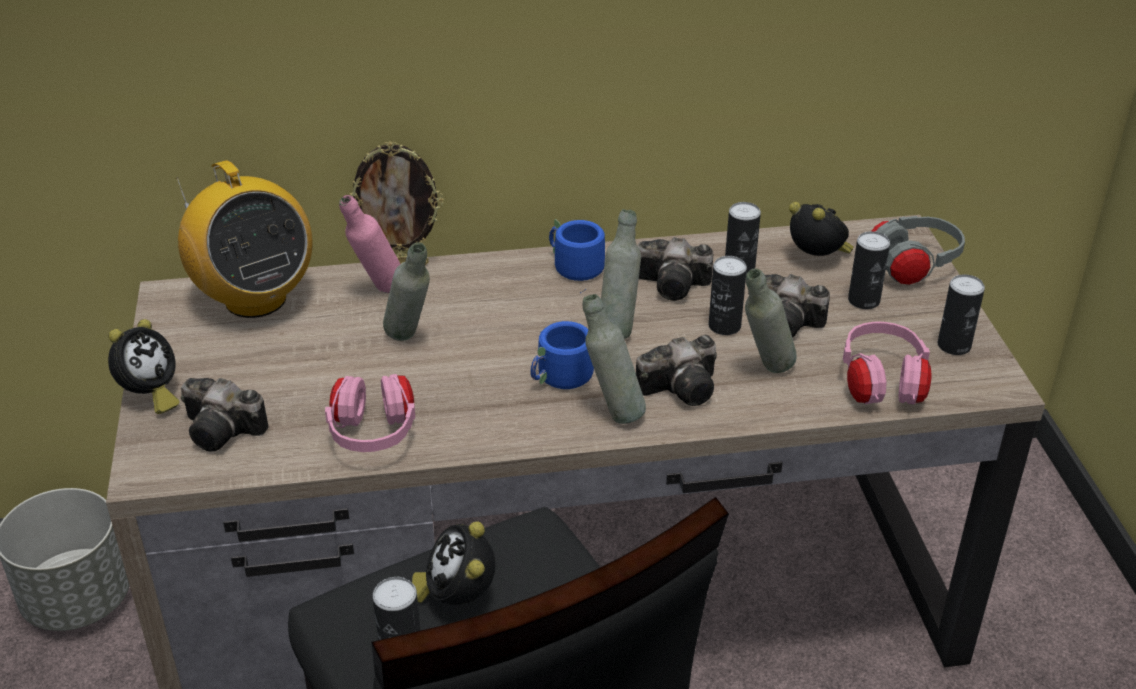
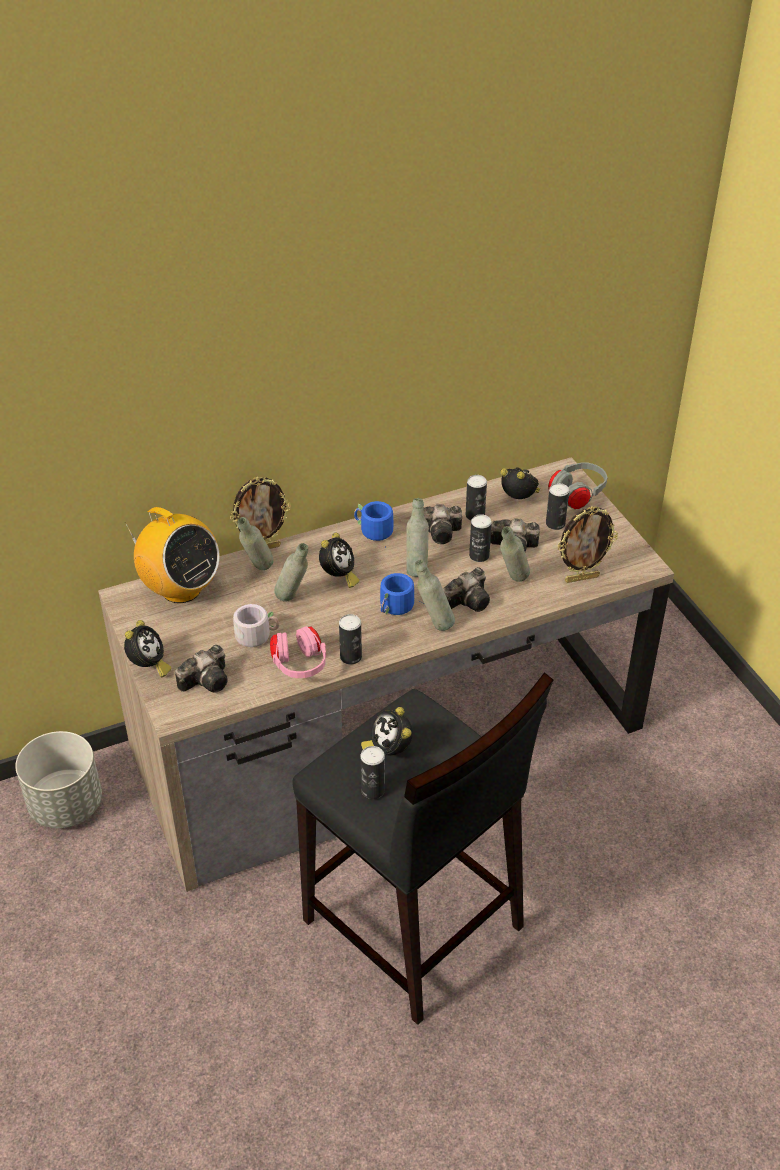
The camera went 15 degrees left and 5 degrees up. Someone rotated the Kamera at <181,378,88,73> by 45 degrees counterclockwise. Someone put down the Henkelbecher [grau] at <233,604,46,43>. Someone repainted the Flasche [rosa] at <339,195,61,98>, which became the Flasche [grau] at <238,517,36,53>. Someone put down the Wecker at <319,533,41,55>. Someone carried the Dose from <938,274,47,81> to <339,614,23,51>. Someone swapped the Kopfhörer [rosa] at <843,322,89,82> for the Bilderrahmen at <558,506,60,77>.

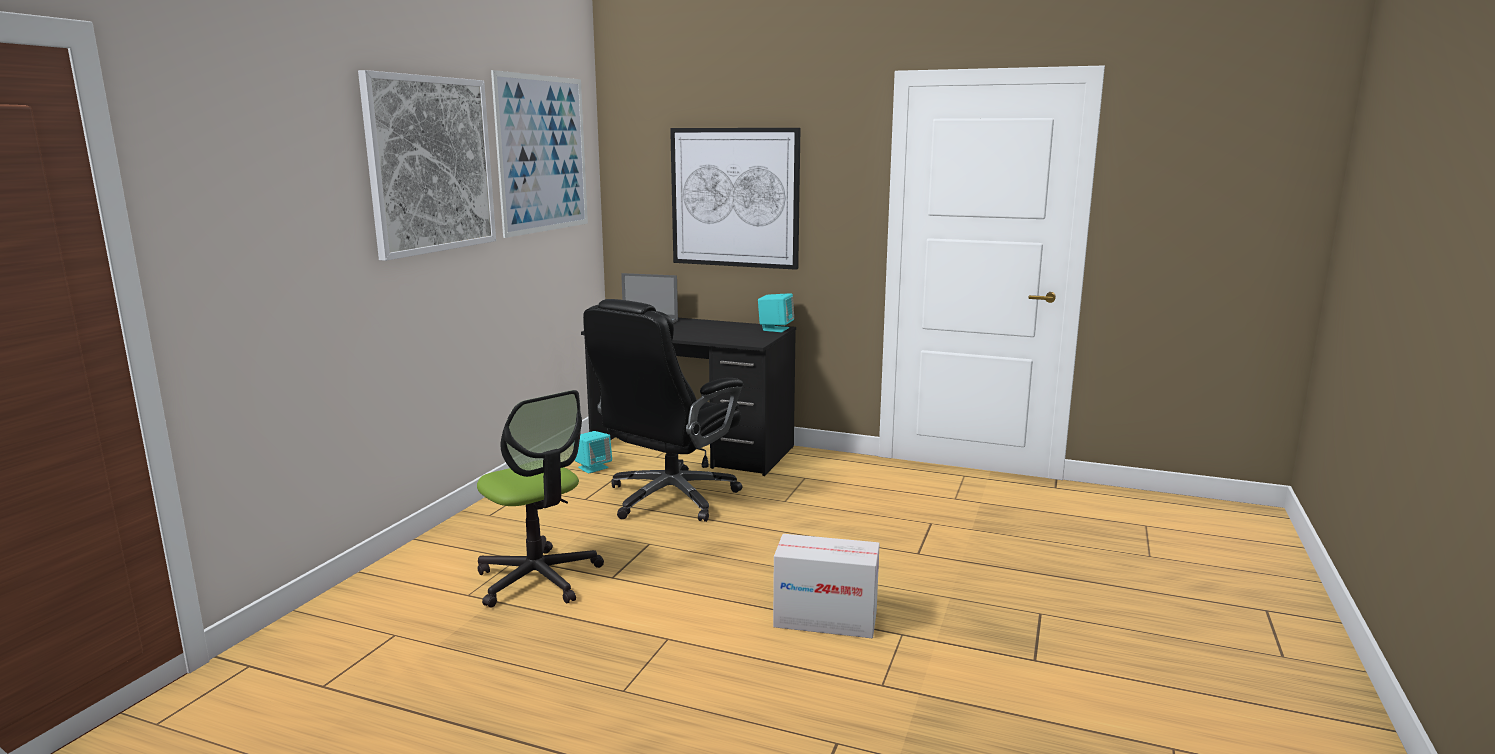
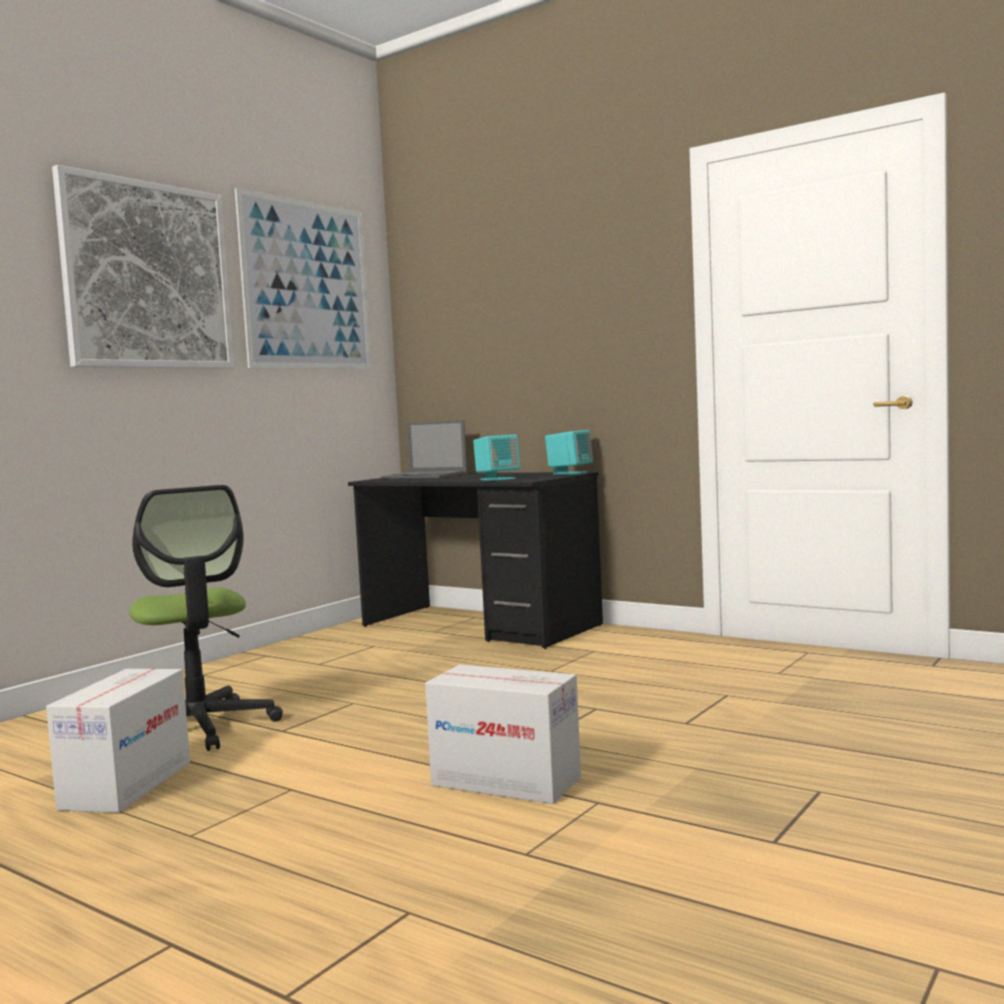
The camera went 15 degrees right and 10 degrees down. Someone put down the Karton at <46,669,144,144>. Someone carried the Lautsprecher [türkis] from <575,431,37,43> to <473,435,47,46>. Someone took away the Bürostuhl [schwarz] at <583,299,160,223>. Someone took away the Bild at <670,128,130,142>.

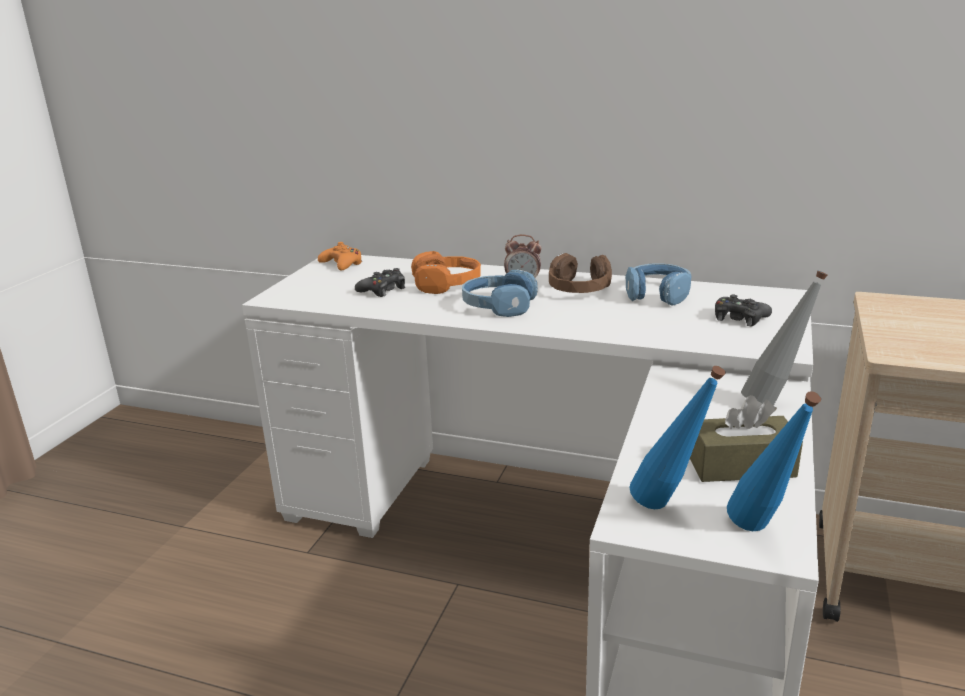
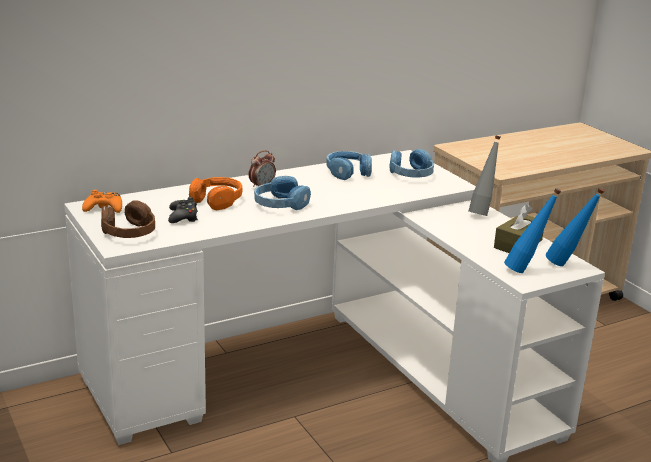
The camera went 50 degrees left and 0 degrees up. Someone carried the Kopfhörer [braun] from <549,253,63,40> to <101,200,54,38>. Someone swapped the Gamepad [schwarz] at <715,295,57,31> for the Kopfhörer [blau] at <389,149,45,29>.

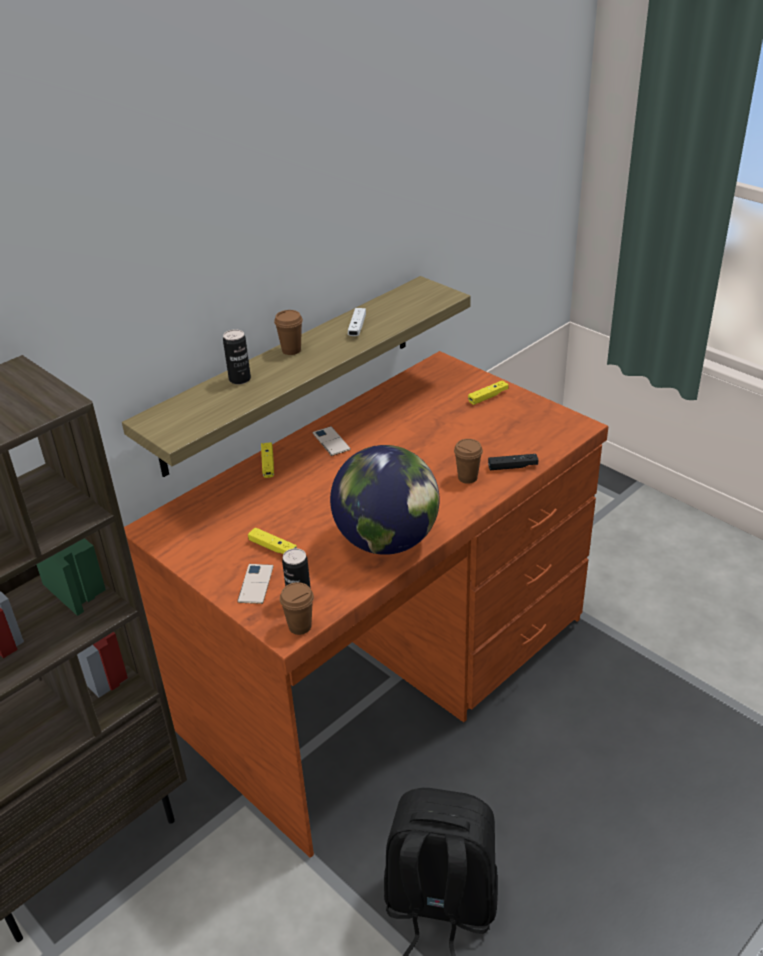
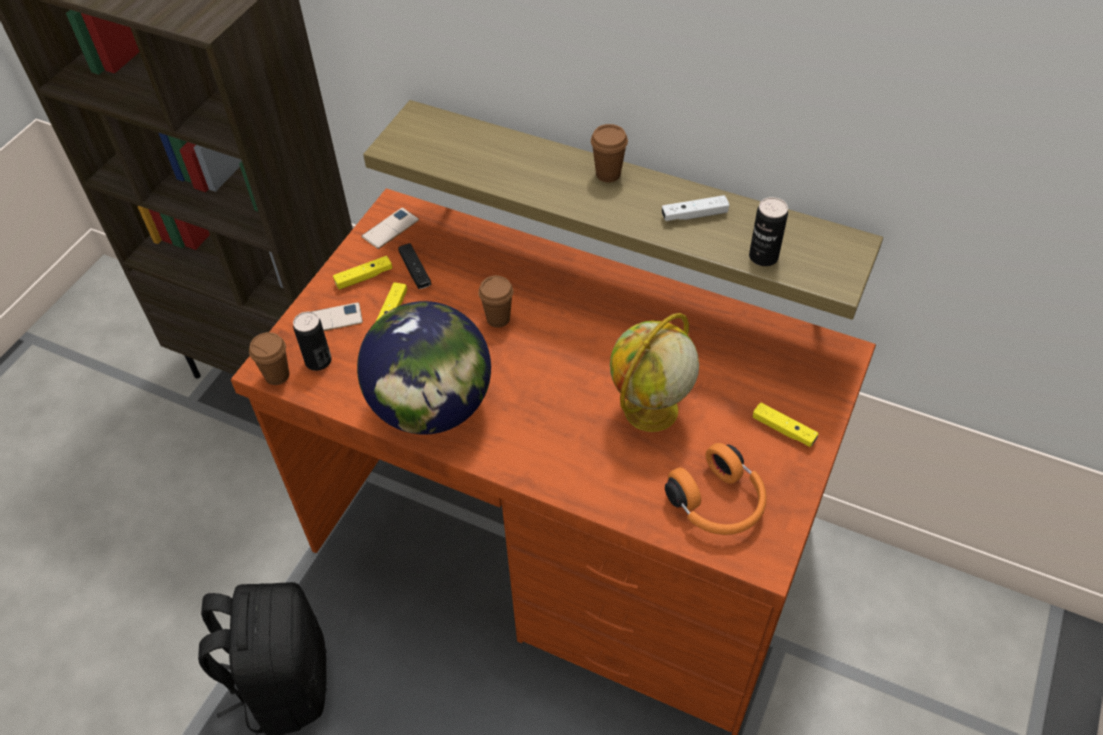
The camera went 70 degrees right and 15 degrees up. Someone carried the Gamepad [gelb] from <261,442,13,36> to <333,256,59,34>. Someone carried the Handy from <312,426,39,30> to <361,208,58,41>. Someone carried the Gamepad [schwarz] from <488,454,50,16> to <398,243,33,46>. Someone carried the Tasse [braun] from <454,439,29,45> to <478,275,36,53>. Someone put down the Globus at <610,313,89,119>. Someone put down the Kopfhörer [orange] at <665,443,102,92>. Someone carried the Dose from <223,329,28,56> to <749,197,39,69>.

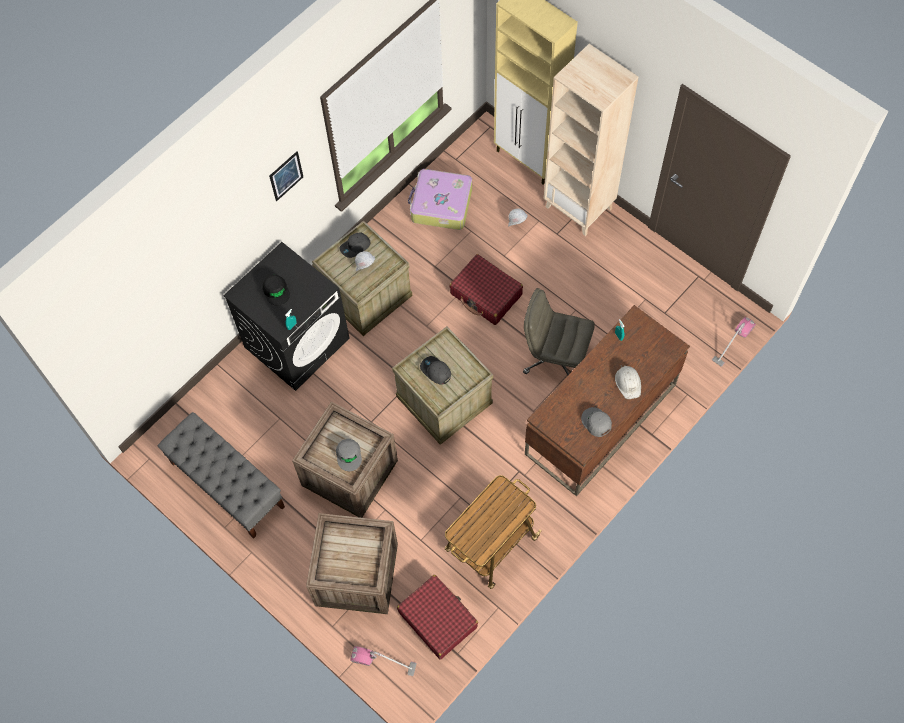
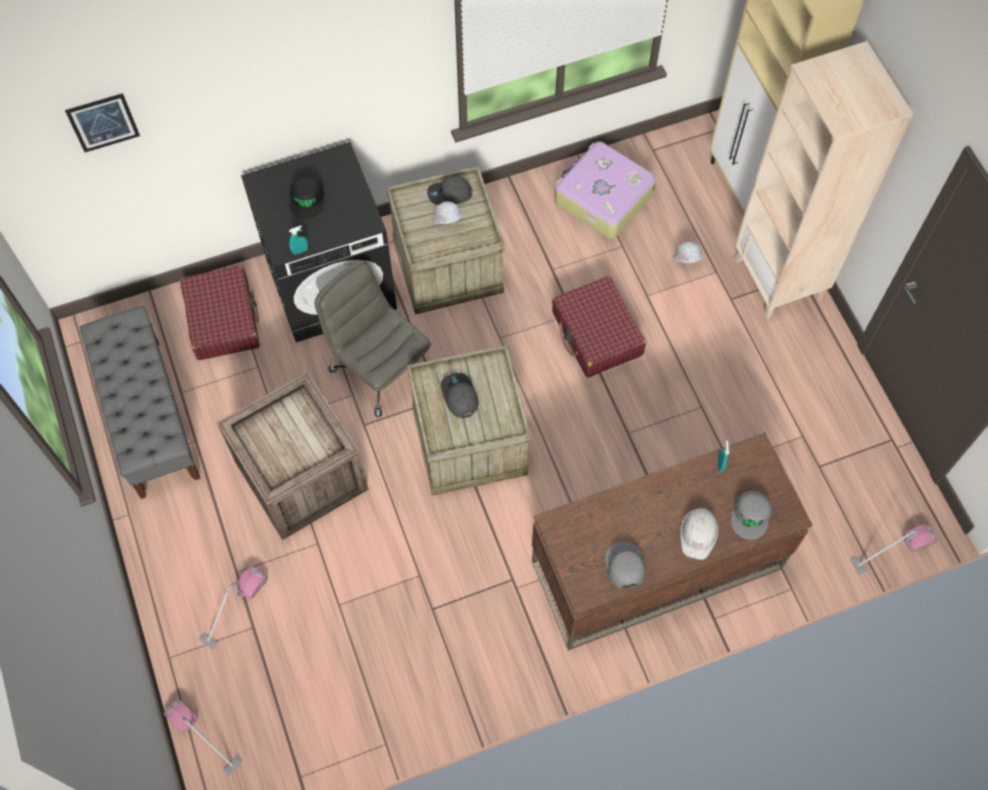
The camera went 25 degrees right and 0 degrees up. Someone carried the Bild from <269,151,34,50> to <65,93,75,59>. Someone carried the Koffer [rot] from <397,575,81,85> to <180,266,80,94>. Someone swapped the Kiste at <306,513,92,101> for the Staubsauger at <199,566,69,83>. Someone carried the Bürostuhl [grau] from <523,288,72,87> to <315,260,116,157>. Someone carried the Kappe [grau] from <336,439,26,32> to <731,491,41,49>. Someone took away the Rollwagen at <445,475,97,114>.

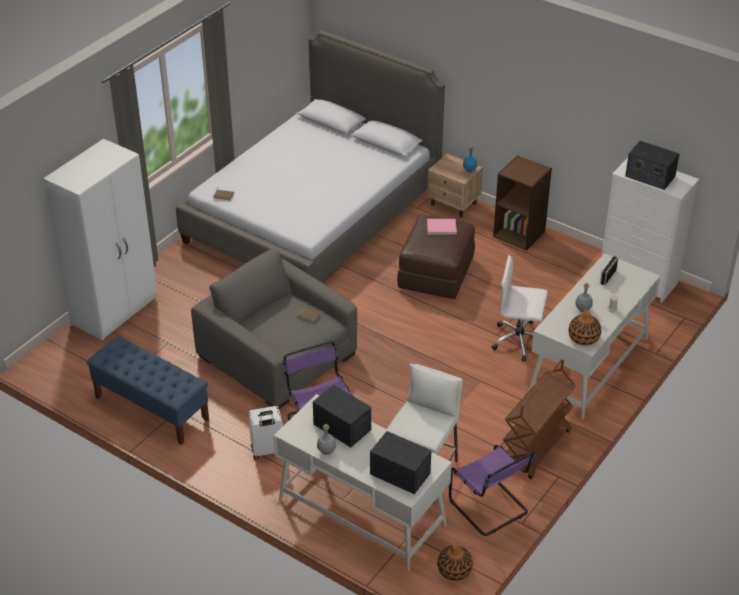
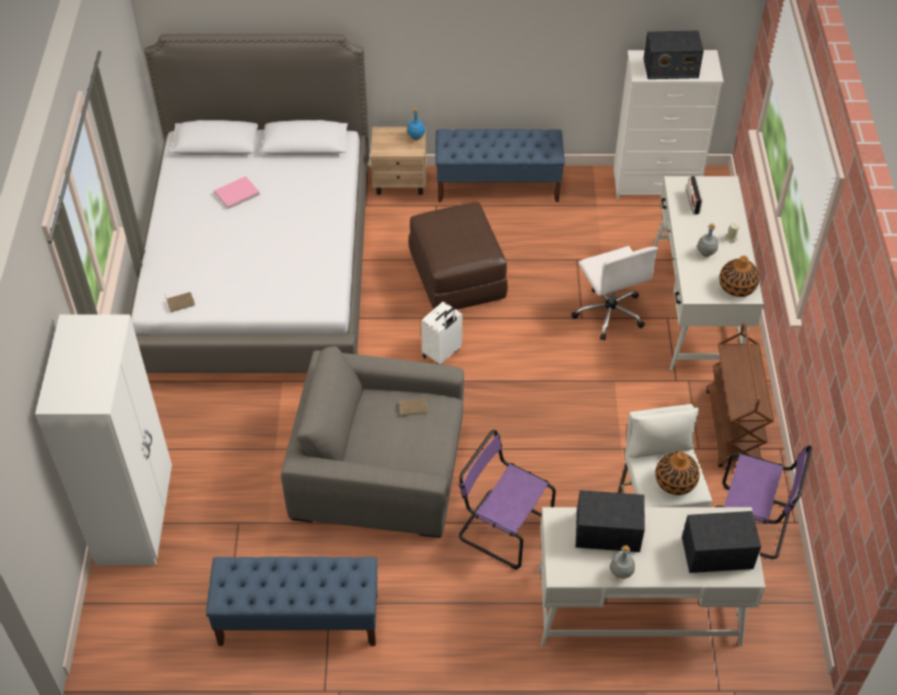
The camera went 35 degrees left and 10 degrees up. Someone carried the Buch [rosa] from <427,219,30,16> to <214,176,46,33>. Someone carried the Koffer [weiß] from <248,406,35,53> to <421,301,41,64>. Someone swapped the Bücherregal [braun] at <493,155,59,96> for the Bank [blau] at <436,129,129,73>. Someone rotated the Bürostuhl [weiß] at <492,255,56,107> by 90 degrees counterclockwise. Someone carried the Vase from <437,544,36,37> to <655,452,45,43>.

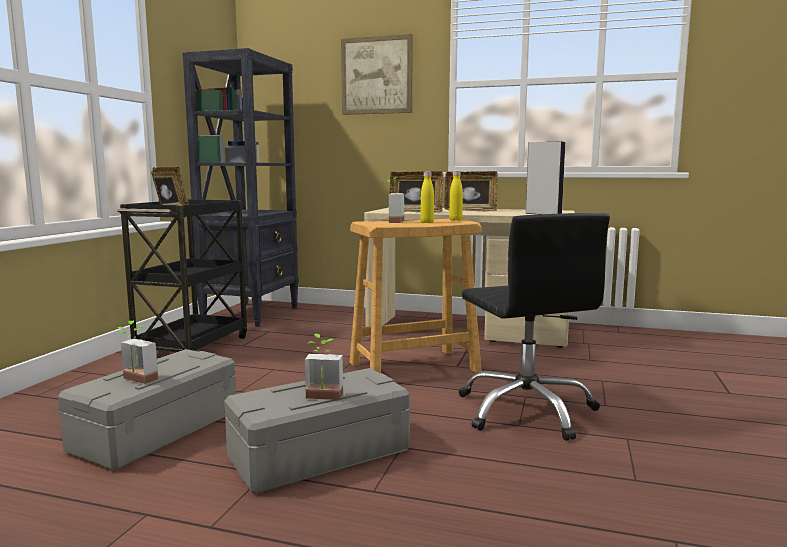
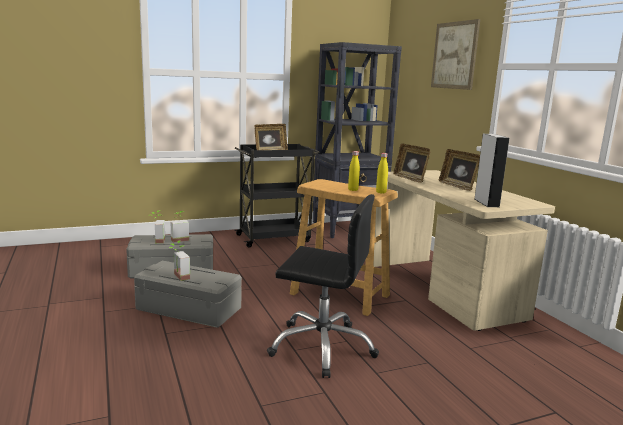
The camera went 50 degrees right and 5 degrees up. Someone carried the Topfpflanze from <383,177,21,46> to <170,211,19,32>. Someone rotated the Bürostuhl [schwarz] at <459,213,151,228> by 105 degrees counterclockwise.

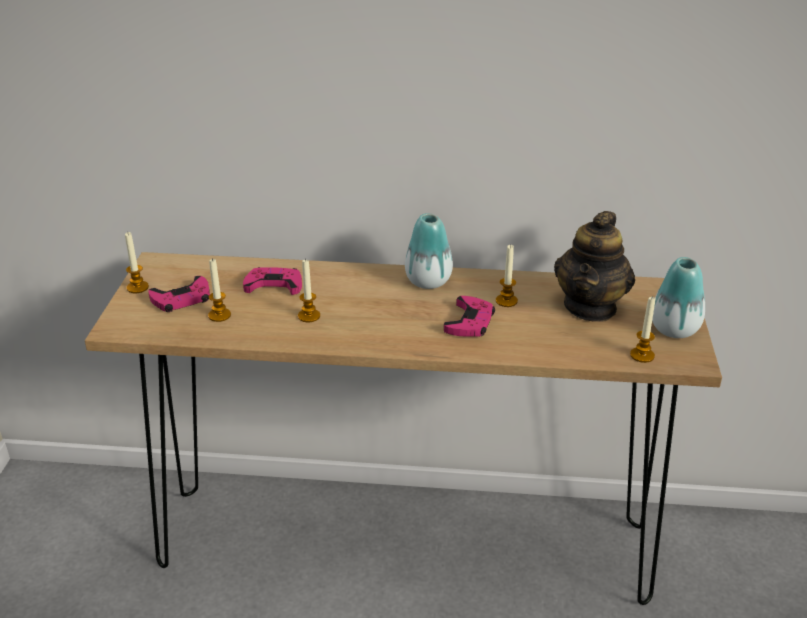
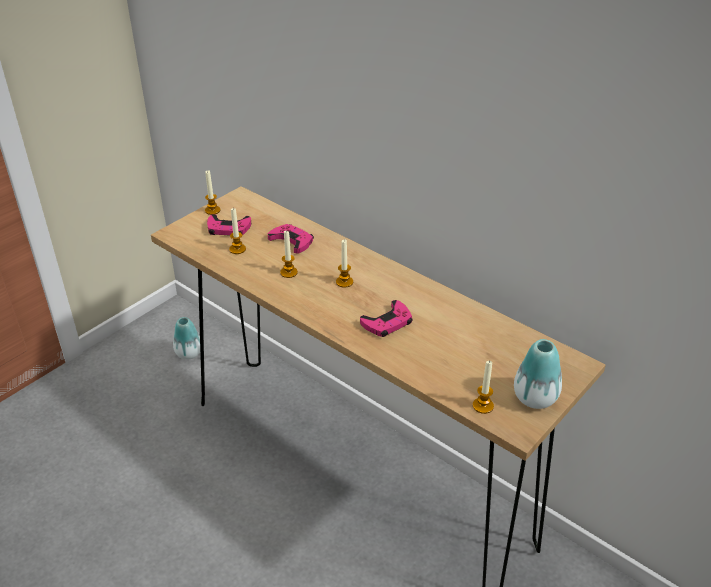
The camera went 35 degrees right and 5 degrees up. Someone carried the Vase from <405,213,48,76> to <173,317,27,43>. Someone carried the Kerze from <496,244,22,63> to <336,239,17,49>. Someone took away the Teekanne at <554,211,81,111>.

